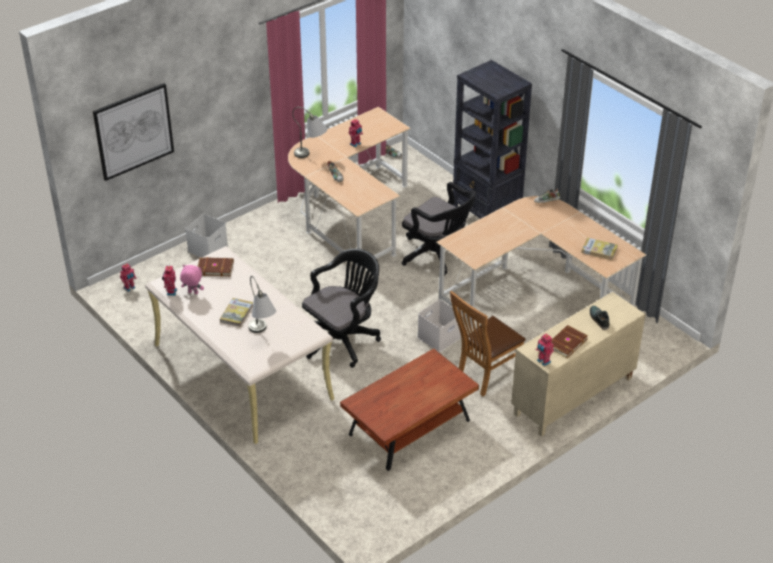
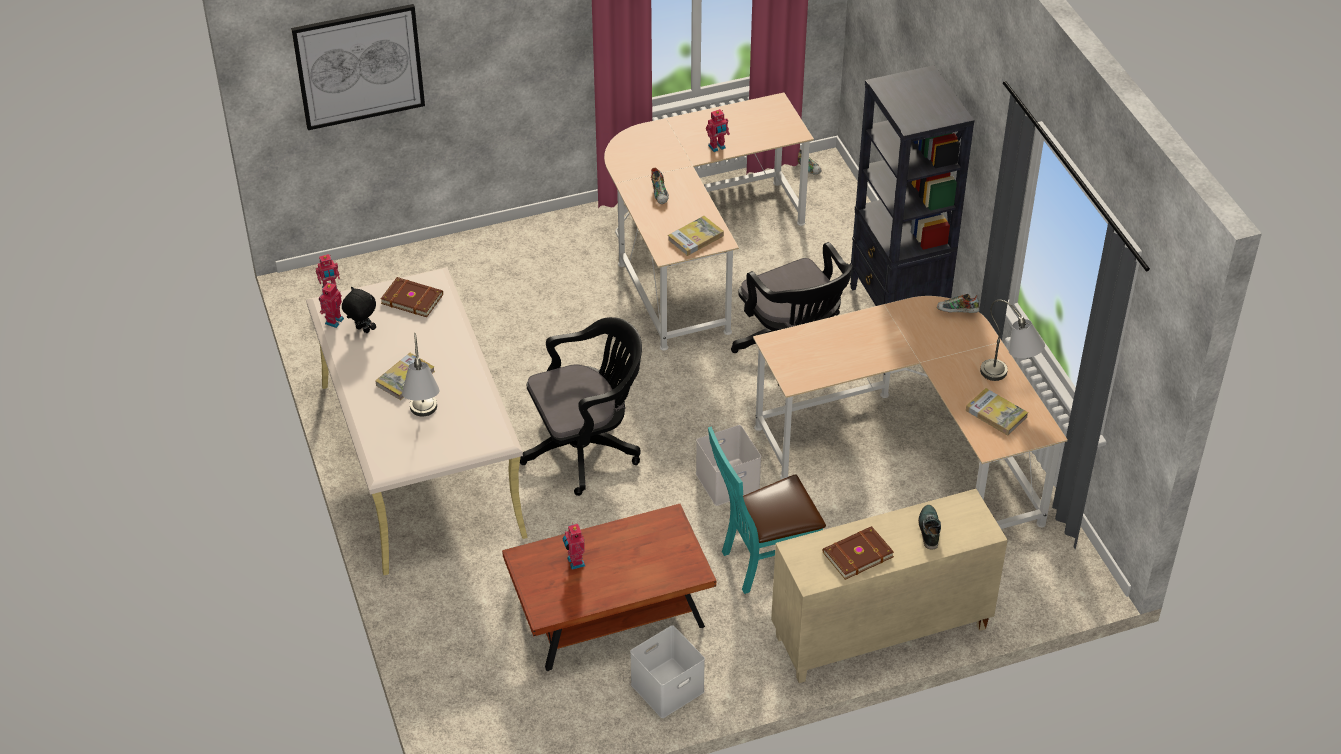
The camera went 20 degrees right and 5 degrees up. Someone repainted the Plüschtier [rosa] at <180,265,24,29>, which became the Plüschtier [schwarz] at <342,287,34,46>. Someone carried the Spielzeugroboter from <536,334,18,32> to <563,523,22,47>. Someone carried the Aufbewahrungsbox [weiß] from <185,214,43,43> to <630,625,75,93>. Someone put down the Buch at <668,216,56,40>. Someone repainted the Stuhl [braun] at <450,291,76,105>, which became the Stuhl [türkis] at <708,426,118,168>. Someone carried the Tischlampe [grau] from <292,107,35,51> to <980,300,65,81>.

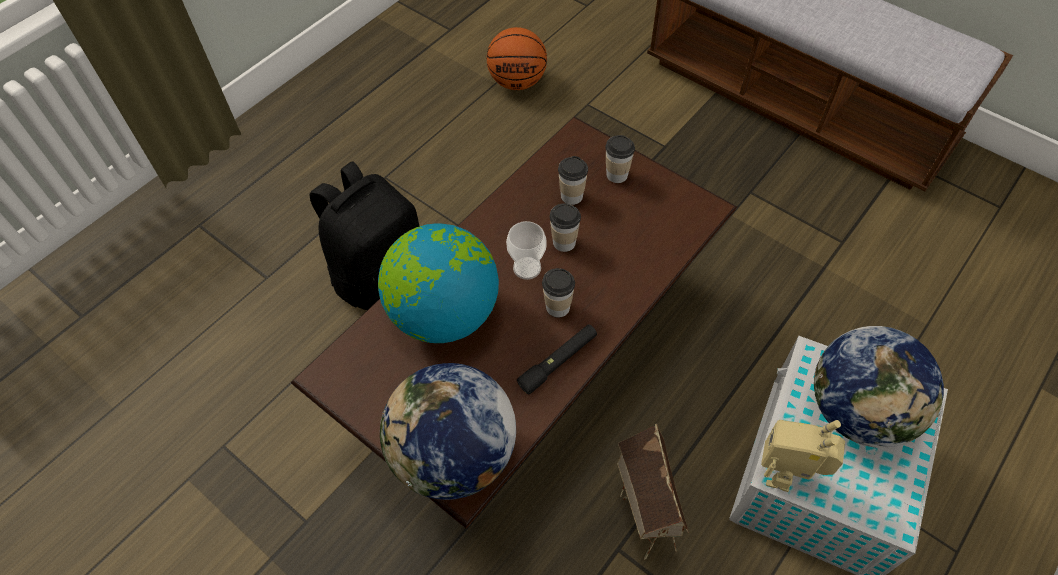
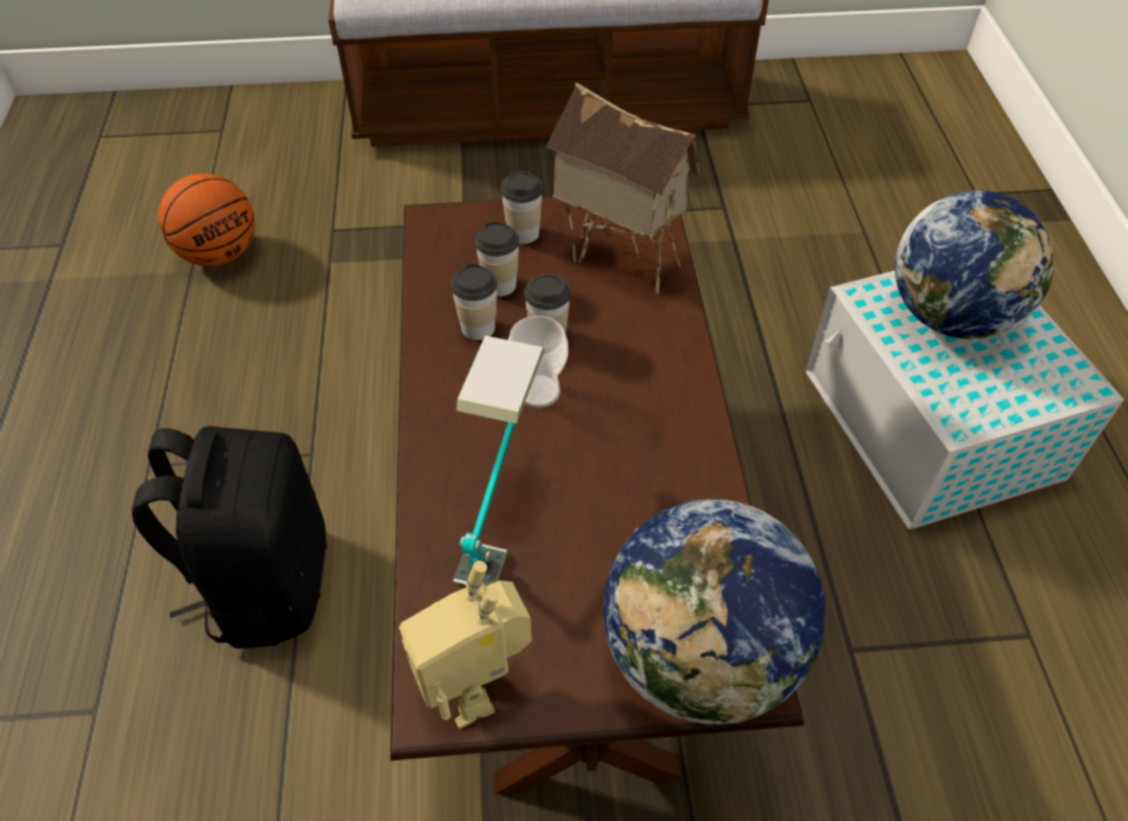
The camera went 45 degrees left and 5 degrees down. Someone carried the Spielzeugroboter from <761,420,84,72> to <399,561,133,168>. Someone carried the Tasse from <542,268,33,49> to <451,264,46,76>. Someone swapped the Globus at <378,223,121,120> for the Tischlampe at <453,336,92,250>. Someone carried the Spielzeughaus from <617,424,72,136> to <546,82,154,213>. Someone took away the Taschenlampe [schwarz] at <517,324,80,70>.

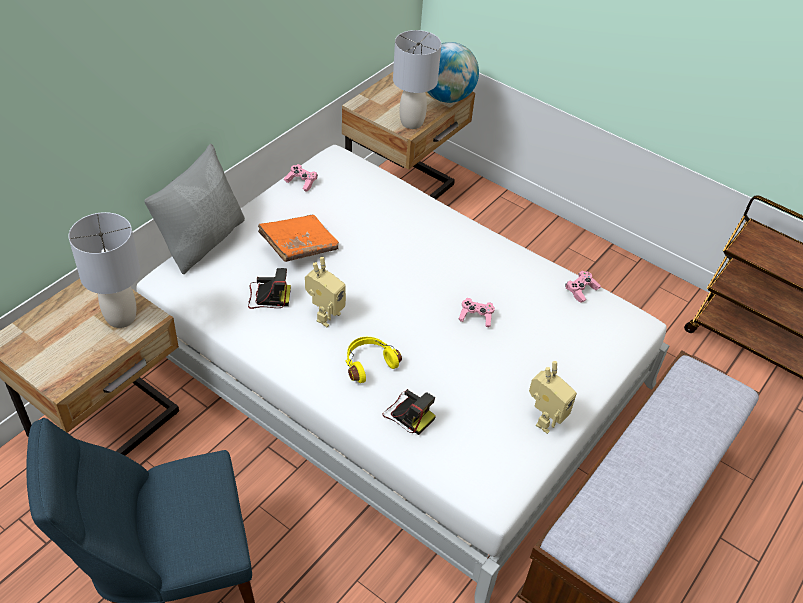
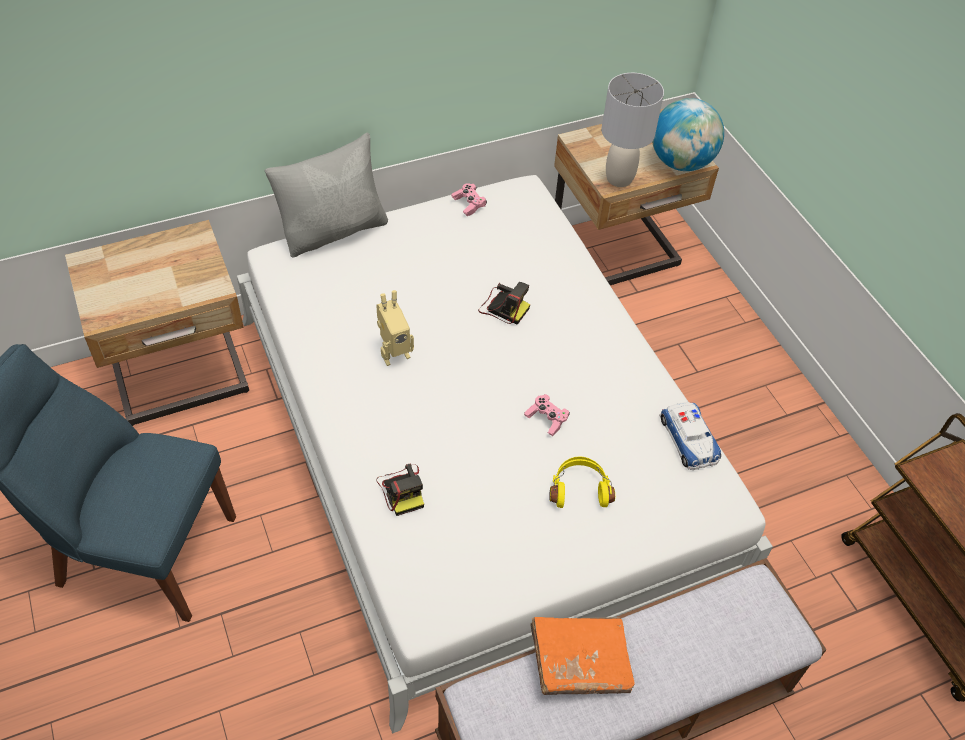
The camera went 30 degrees right and 5 degrees up. Someone carried the Kamera from <248,268,43,41> to <478,282,52,43>. Someone carried the Buch [orange] from <258,215,81,47> to <530,617,105,78>. Someone carried the Kopfhörer [gelb] from <345,337,57,46> to <549,456,66,52>. Someone swapped the Gamepad [rosa] at <565,271,36,32> for the Spielzeugauto at <659,402,62,68>. Someone took away the Tischlampe [grau] at <68,212,72,116>. Someone took away the Spielzeugroboter at <529,361,48,73>.

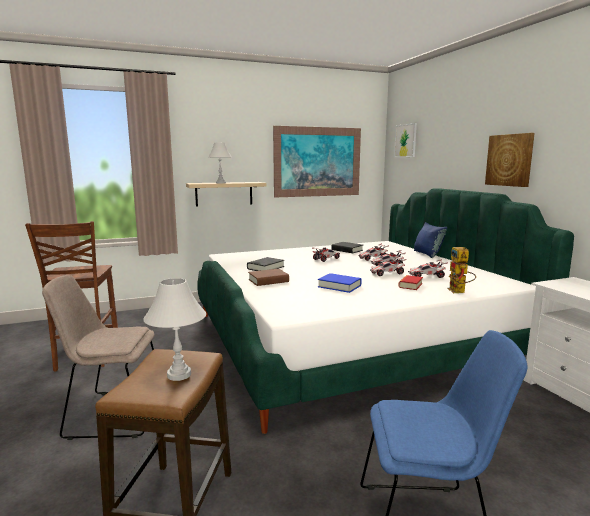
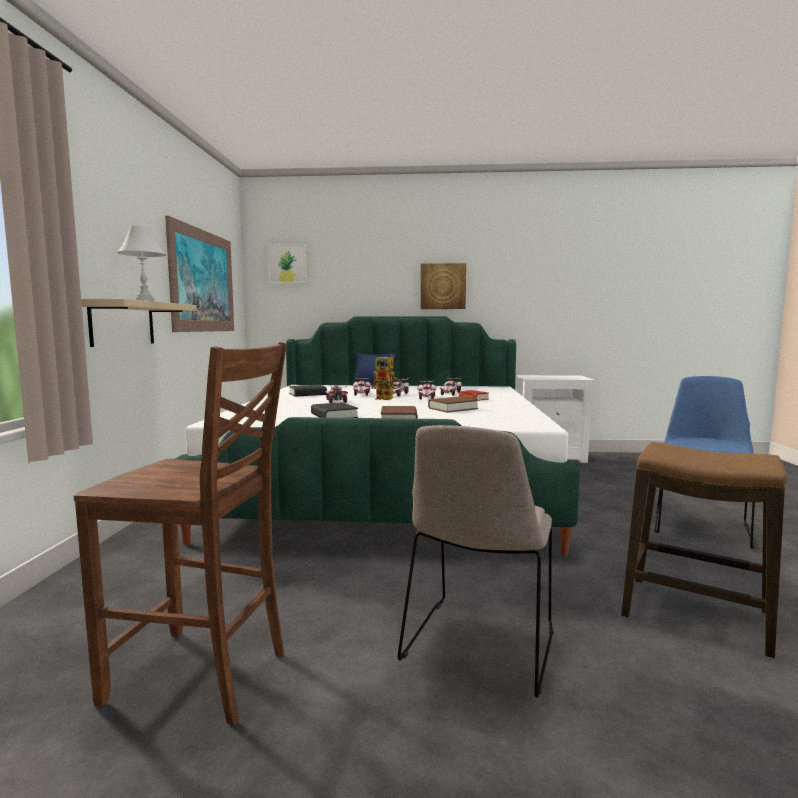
The camera went 65 degrees left and 5 degrees down. Someone carried the Spielzeugroboter from <447,247,29,46> to <372,355,30,45>. Someone repainted the Buch [blau] at <318,273,44,20>, which became the Buch [braun] at <428,397,51,16>. Someone took away the Tischlampe [weiß] at <143,278,63,103>.

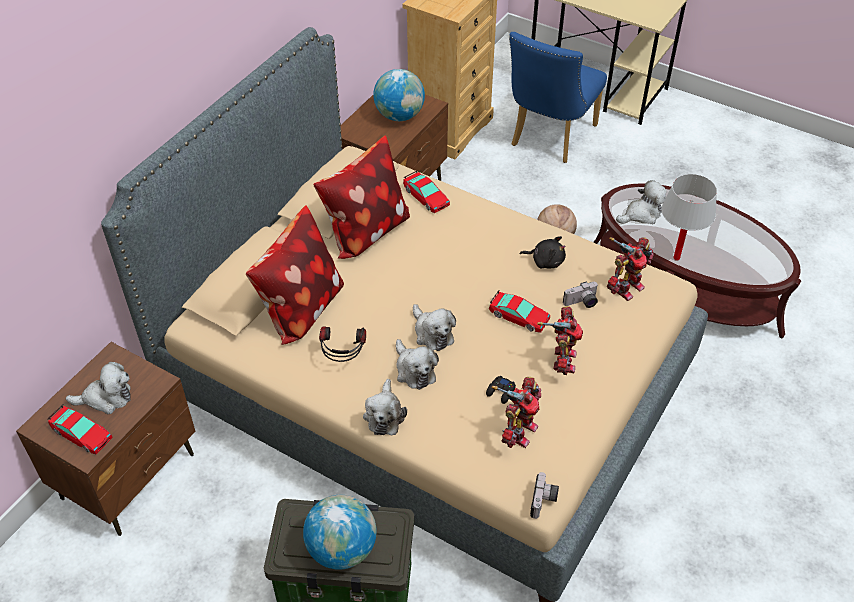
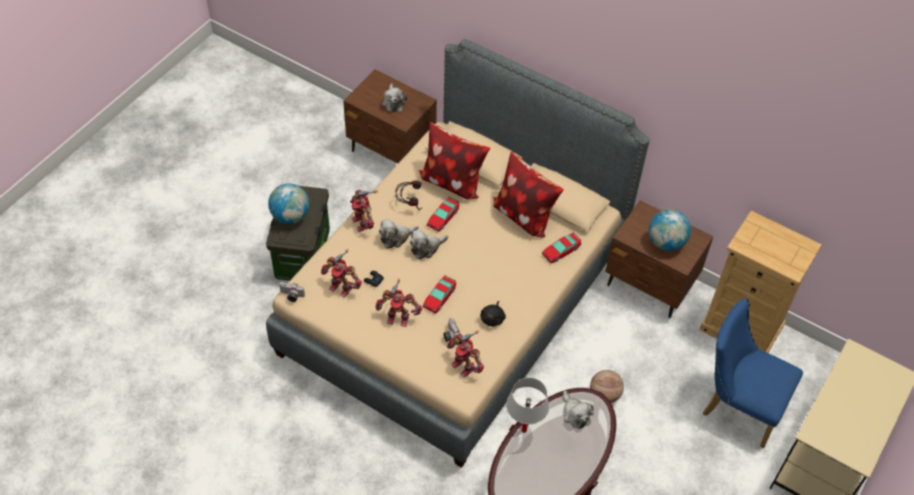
The camera went 90 degrees right and 5 degrees up. Someone swapped the Plüschtier at <363,379,44,56> for the Spielzeugroboter at <350,190,28,42>. Someone carried the Spielzeugauto from <47,404,66,50> to <427,196,33,36>.

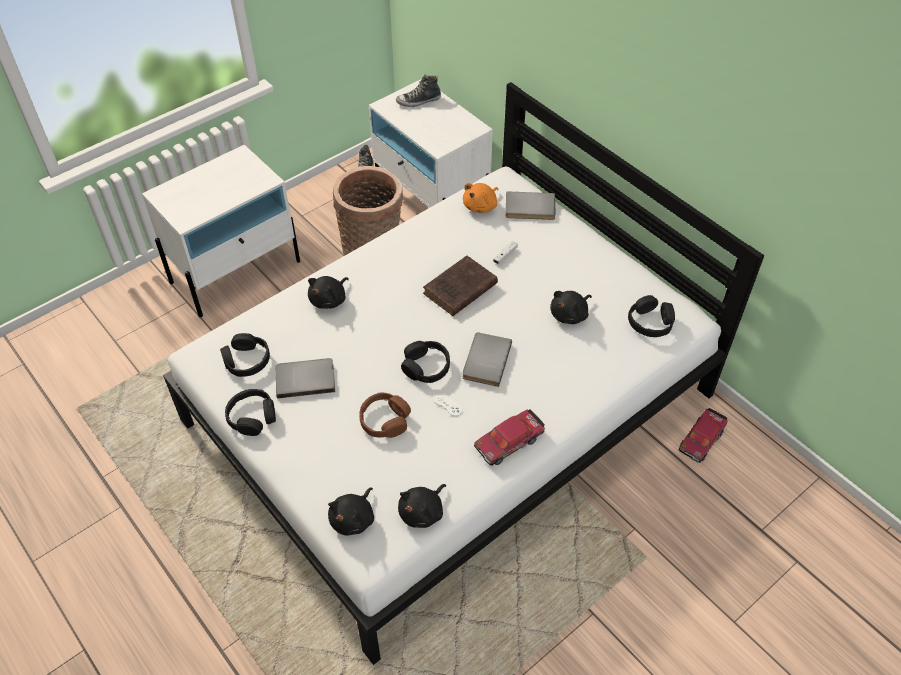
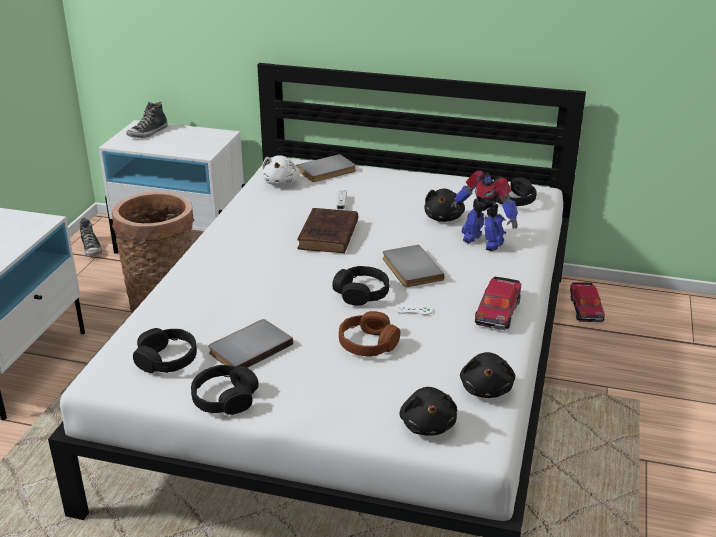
The camera went 35 degrees left and 20 degrees down. Someone repainted the Plüschtier [orange] at <463,183,35,30>, which became the Plüschtier [weiß] at <262,155,38,31>. Someone put down the Spielzeugroboter at <451,171,67,80>. Someone took away the Plüschtier [schwarz] at <308,276,41,33>.

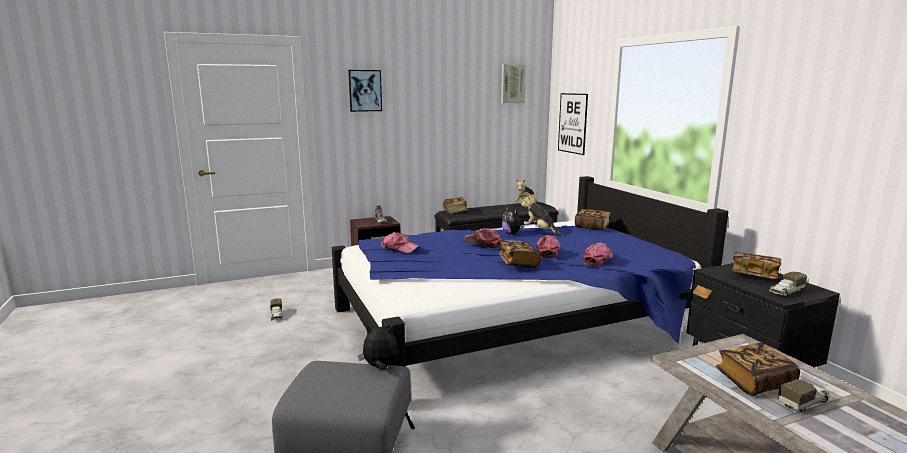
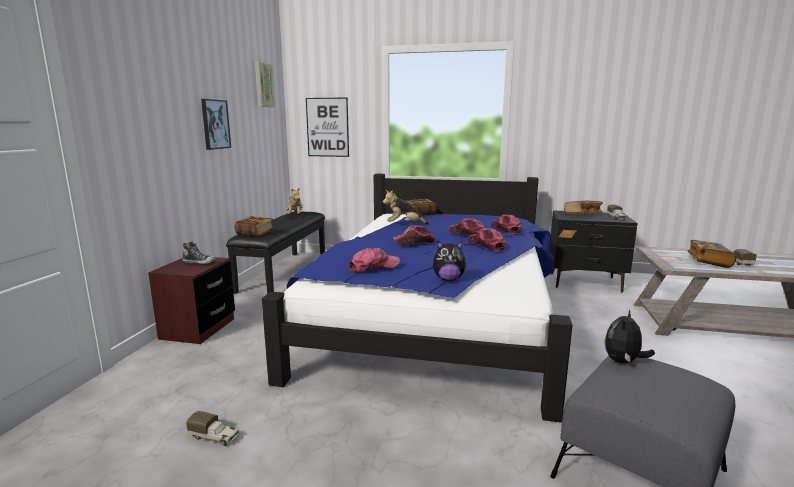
The camera went 55 degrees left and 0 degrees up. Someone carried the Bild from <348,70,34,42> to <201,99,30,51>. Someone carried the Plüschtier from <501,206,23,28> to <433,241,34,40>. Someone swapped the Buch at <499,240,42,28> for the Kappe at <468,228,38,23>.

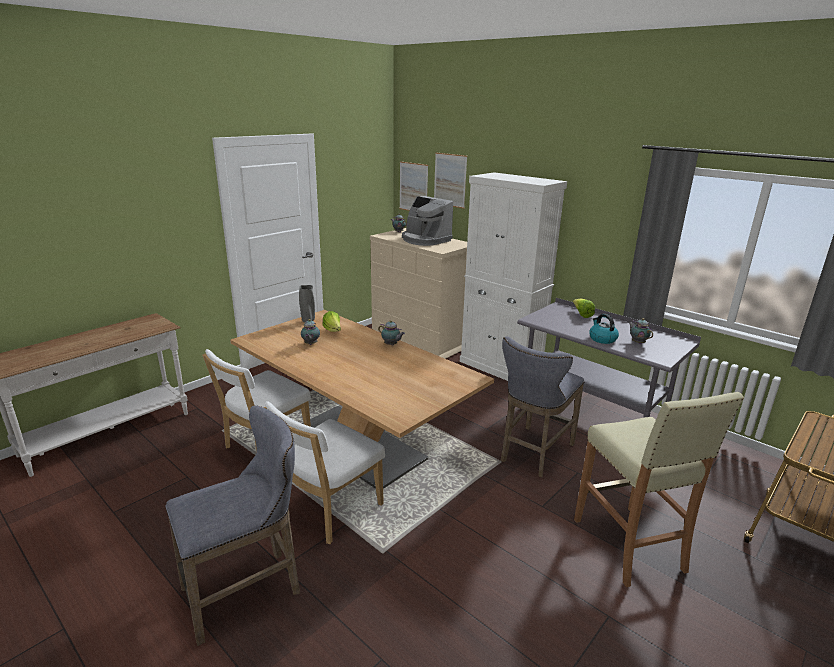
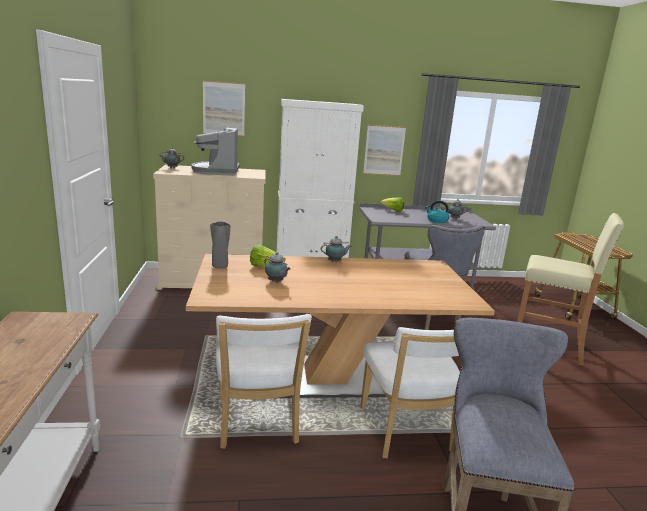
The camera went 50 degrees left and 5 degrees down. Someone rotated the Kaffeemaschine at <402,196,51,50> by 90 degrees clockwise. Someone carried the Bild from <400,161,28,50> to <363,125,43,51>.

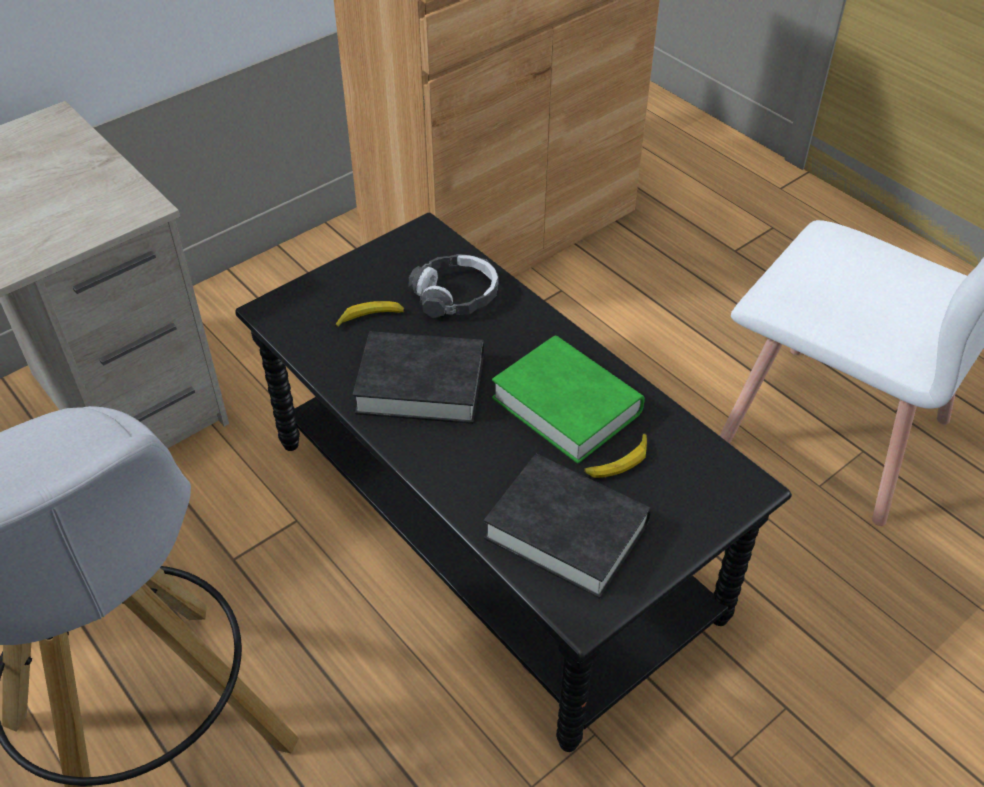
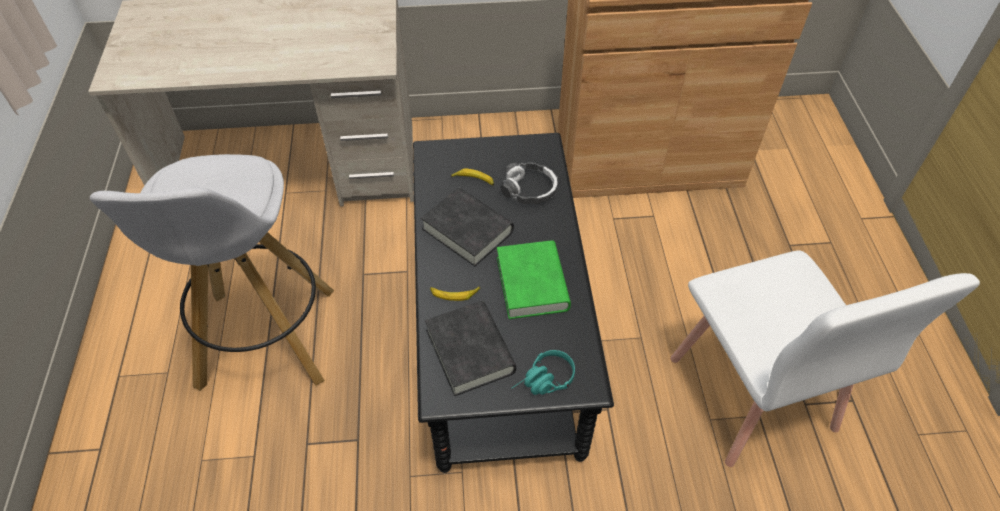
The camera went 35 degrees right and 5 degrees up. Someone carried the Banane from <585,433,62,45> to <430,287,50,14>. Someone put down the Kopfhörer [türkis] at <512,350,63,45>.

